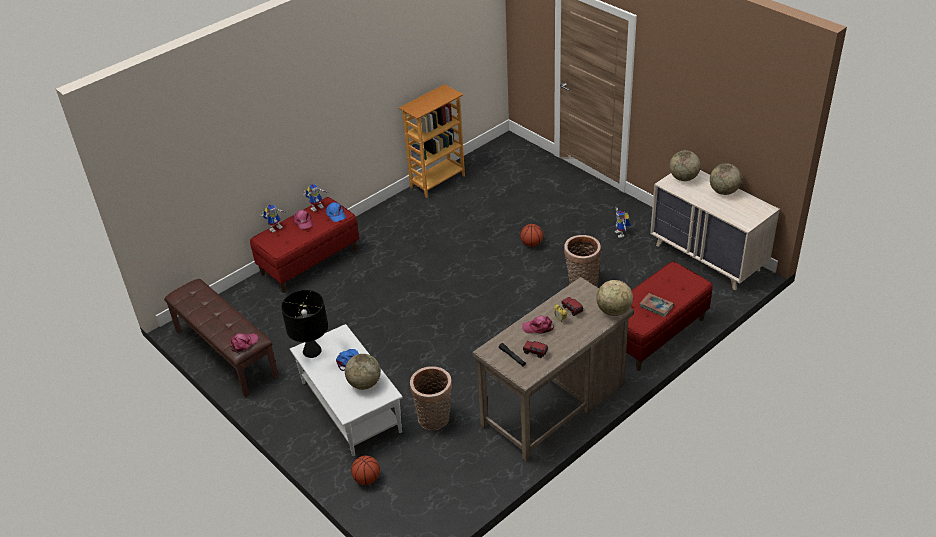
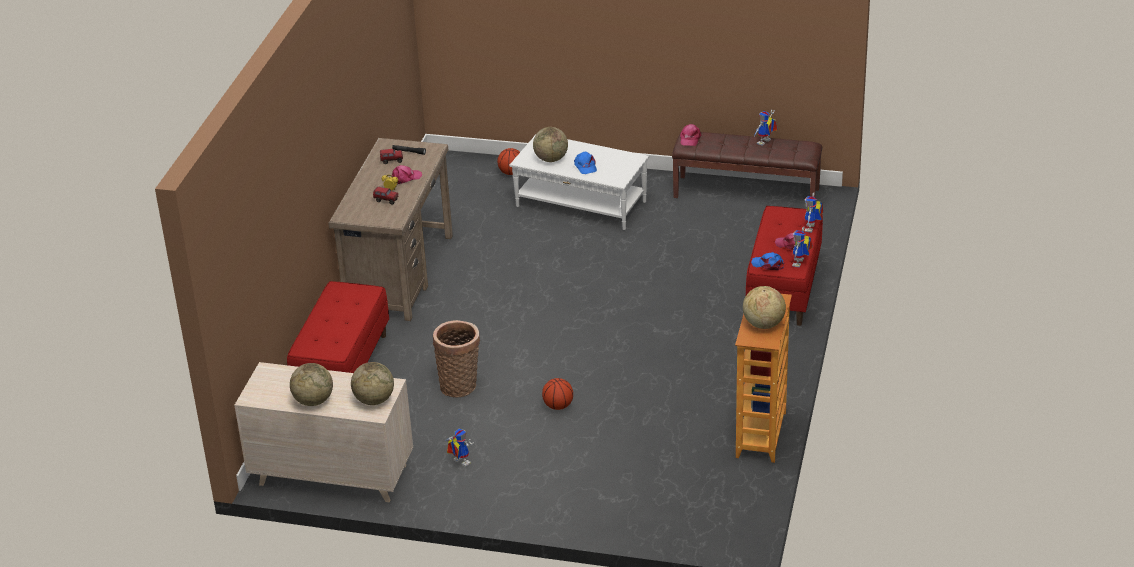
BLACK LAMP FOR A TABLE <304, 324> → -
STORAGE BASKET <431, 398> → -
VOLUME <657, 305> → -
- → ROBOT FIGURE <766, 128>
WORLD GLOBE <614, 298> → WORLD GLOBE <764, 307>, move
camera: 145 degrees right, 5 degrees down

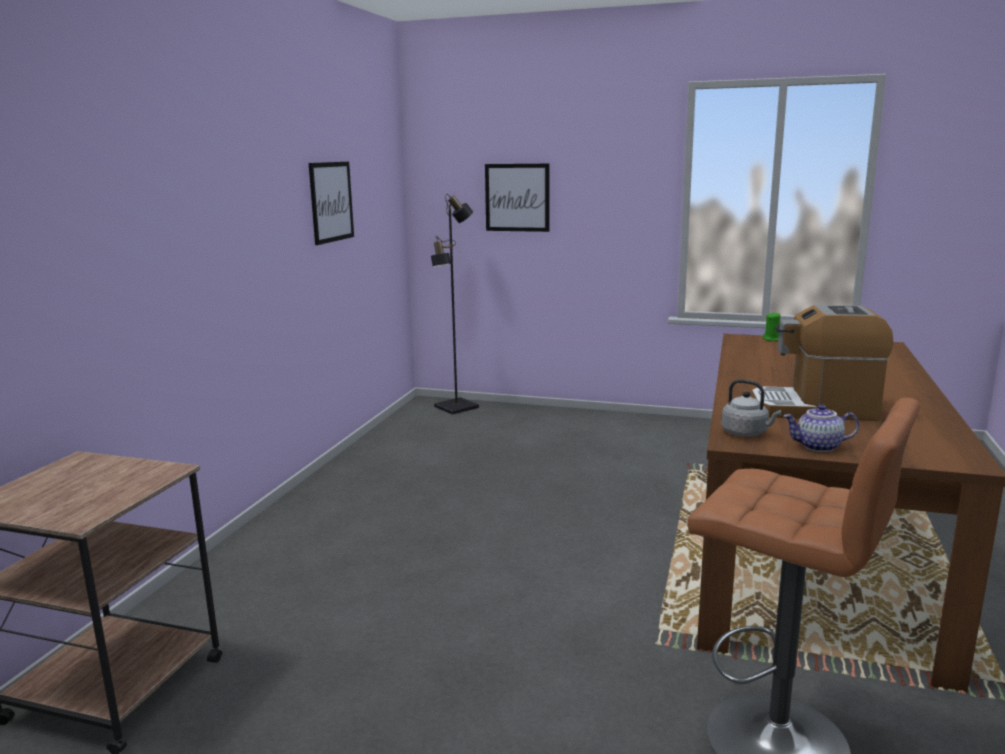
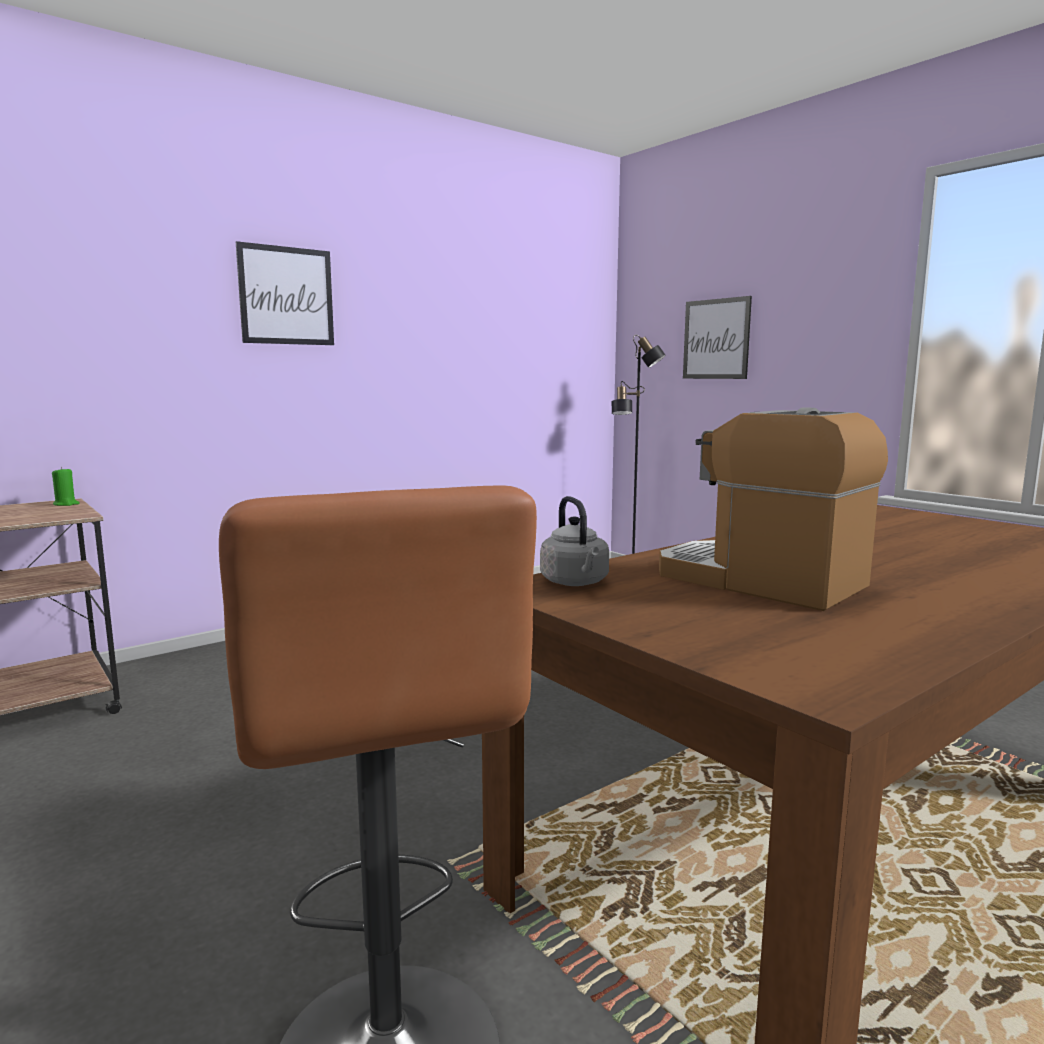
TEA POT <821, 428> → -
WALL ART <331, 203> → WALL ART <285, 293>, move
GREEN-COLOURED CANDLE <771, 327> → GREEN-COLOURED CANDLE <66, 486>, move
camera: 35 degrees right, 5 degrees down

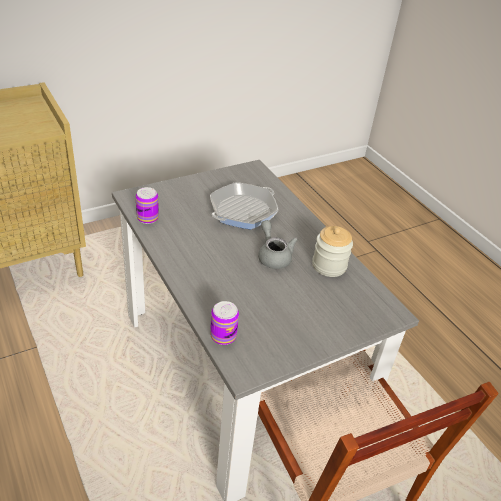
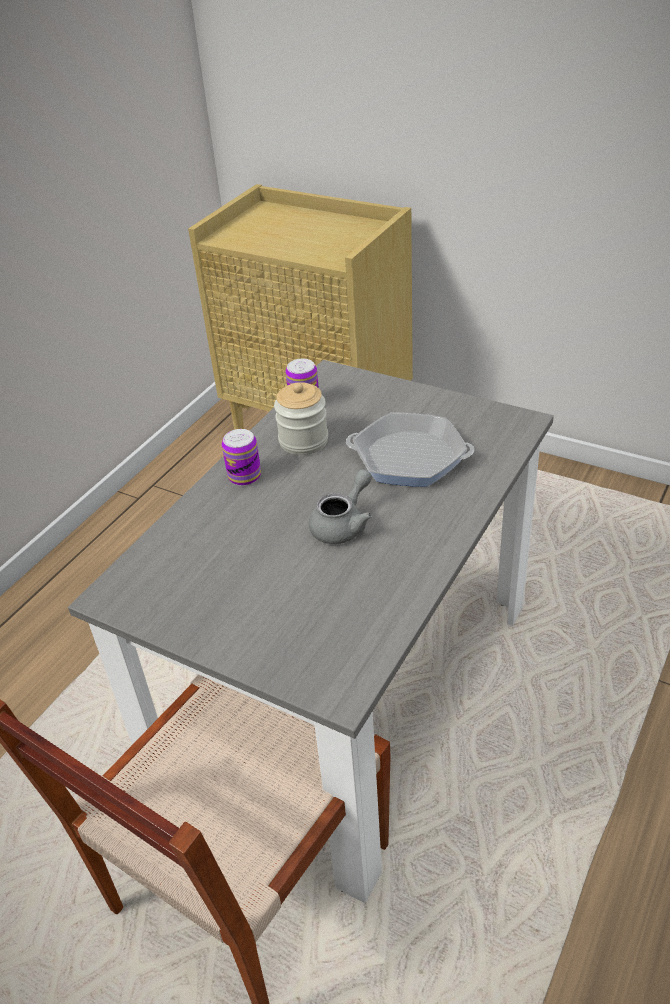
SEALED CAN <224, 323> → SEALED CAN <241, 457>, move
PRESERVE JAR <332, 251> → PRESERVE JAR <301, 418>, move
camera: 65 degrees right, 0 degrees up

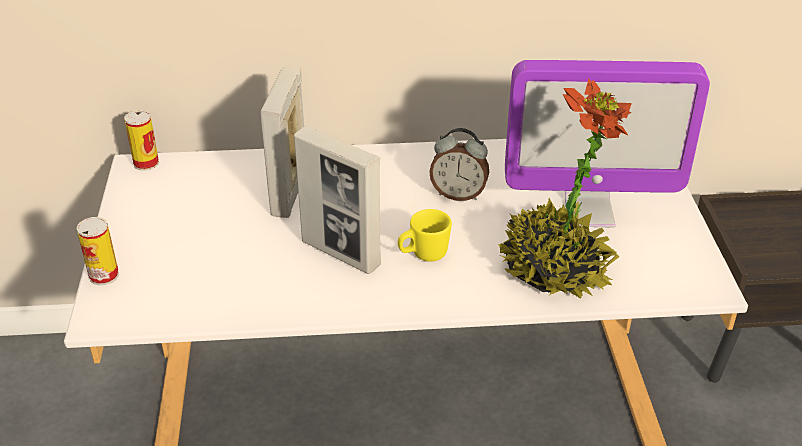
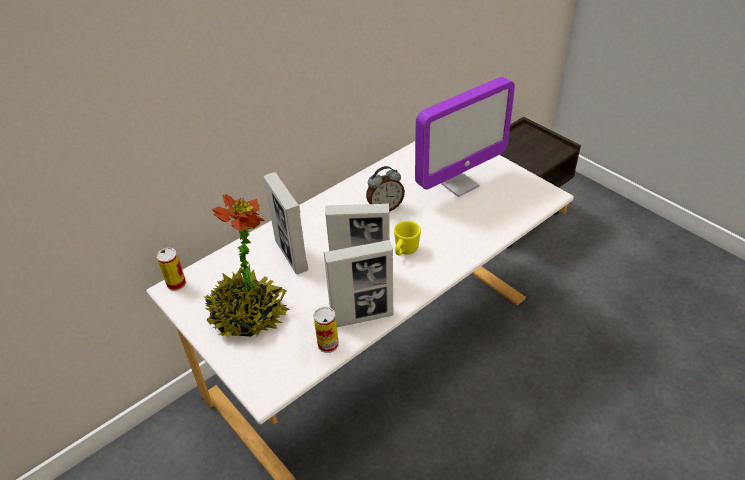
- → PHOTO FRAME <358, 283>
SEALED CAN <98, 251> → SEALED CAN <326, 330>, move
PLANT IN A POT <564, 189> → PLANT IN A POT <247, 265>, move
camera: 35 degrees left, 5 degrees up

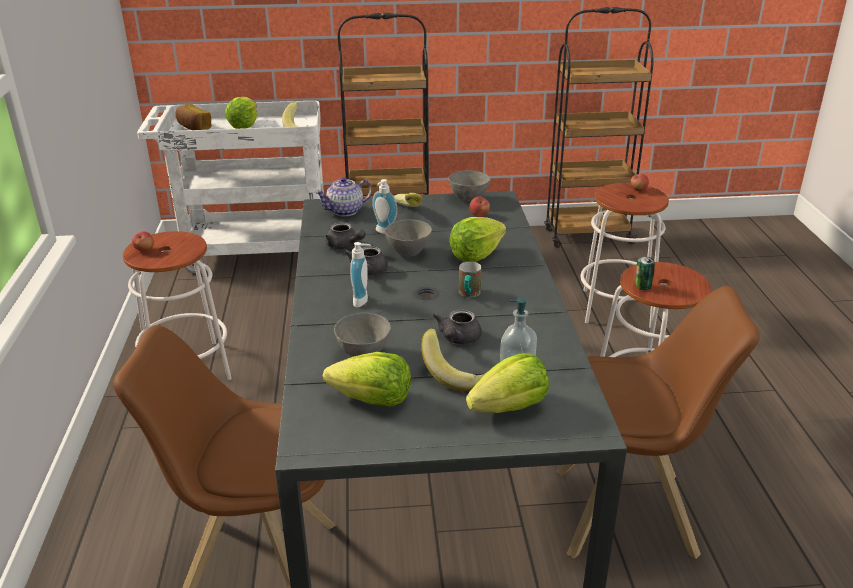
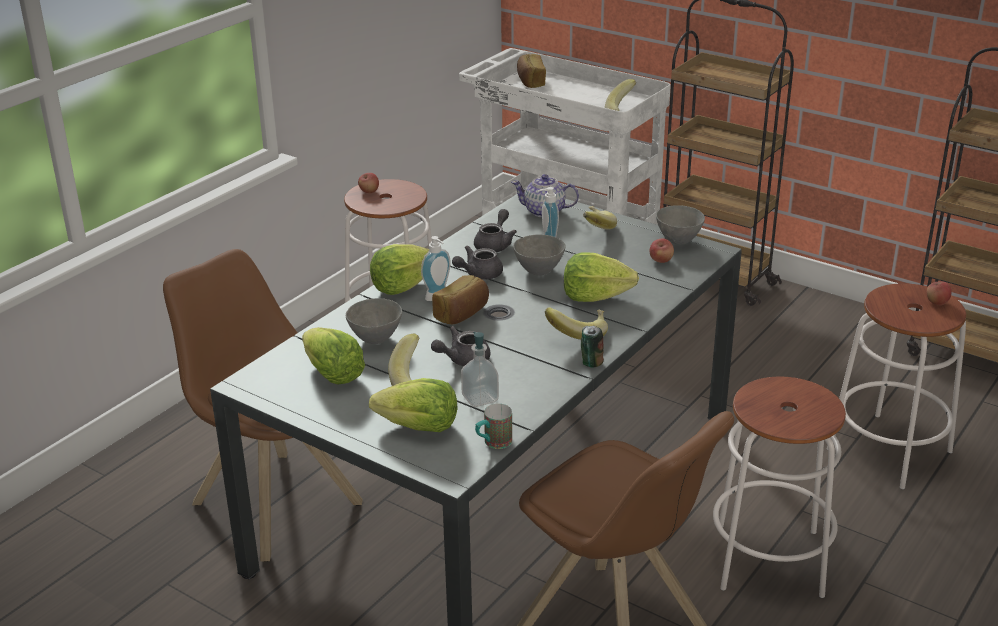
- → BAKERY BREAD <460, 299>
- → BANANA <576, 323>
LETTUCE <241, 113> → LETTUCE <399, 269>, move
MUG <470, 279> → MUG <493, 426>, move
SEALED CAN <645, 273> → SEALED CAN <592, 347>, move
GREYISH TEA POT <345, 236> → GREYISH TEA POT <495, 230>, 150 degrees counterclockwise
camera: 40 degrees right, 0 degrees up

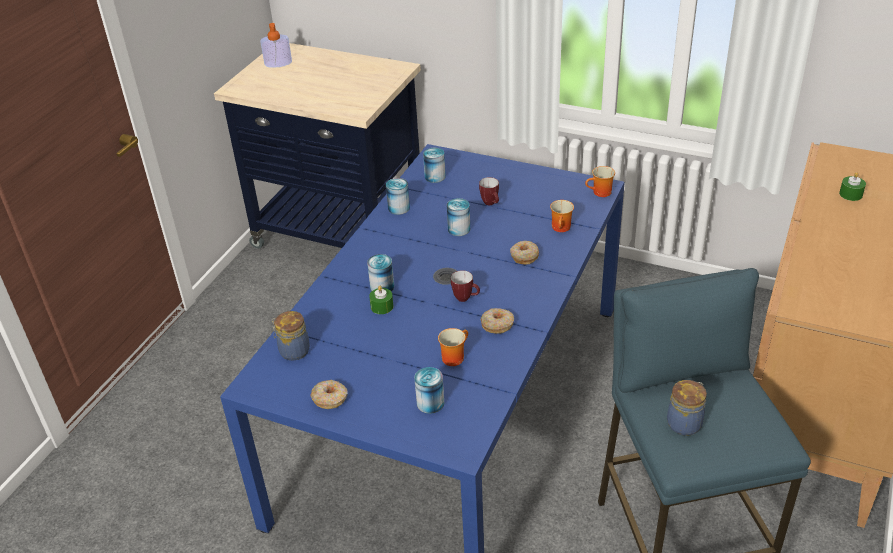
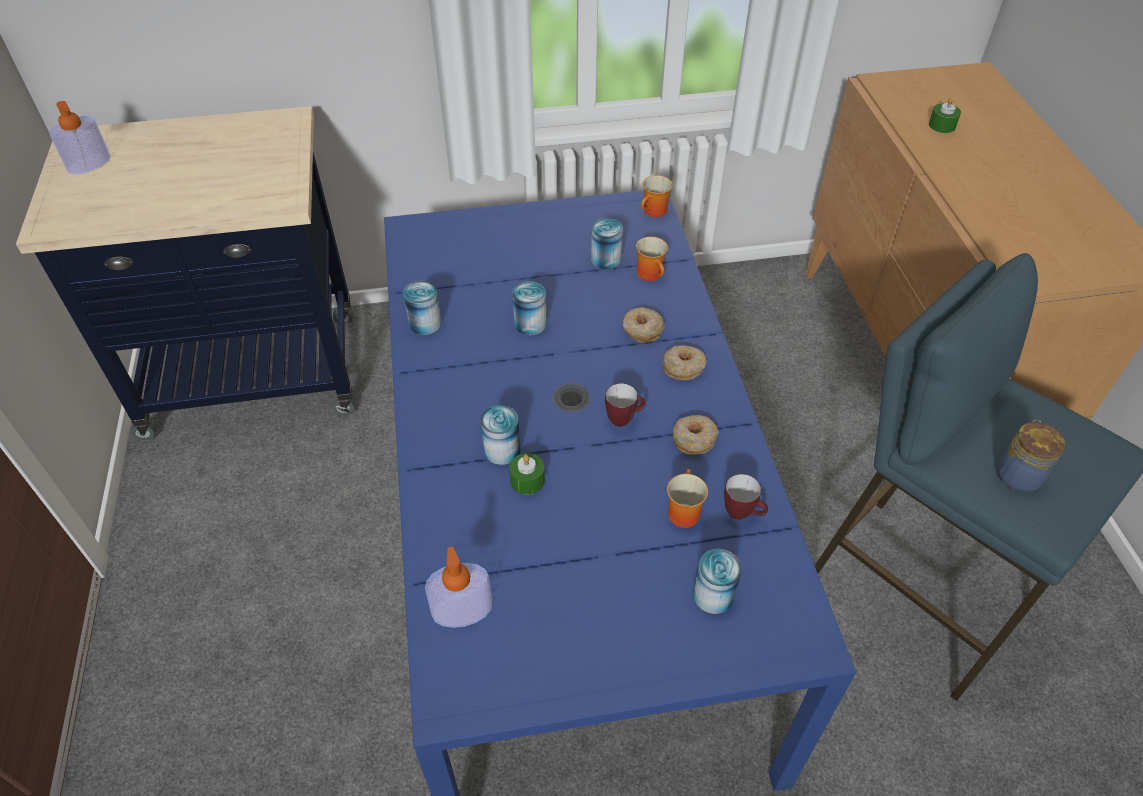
DONUT <329, 394> → DONUT <684, 362>, move
SEALED CAN <434, 165> → SEALED CAN <607, 244>, move
MUG <489, 191> → MUG <746, 497>, move
PRESERVE JAR <291, 335> → SOAP DISPENSER <458, 587>
camera: 35 degrees left, 10 degrees up

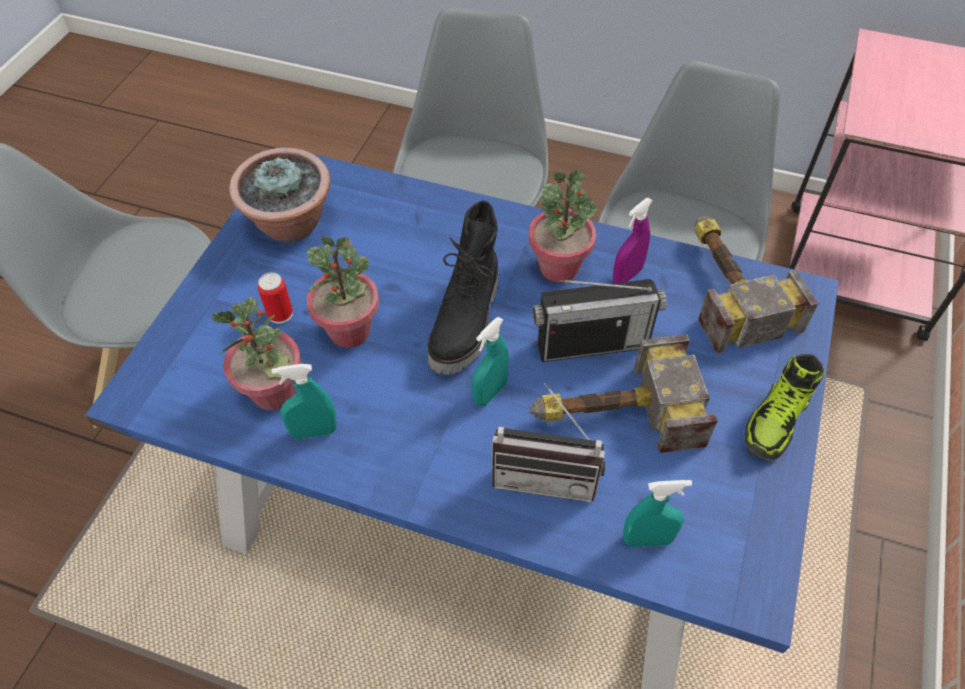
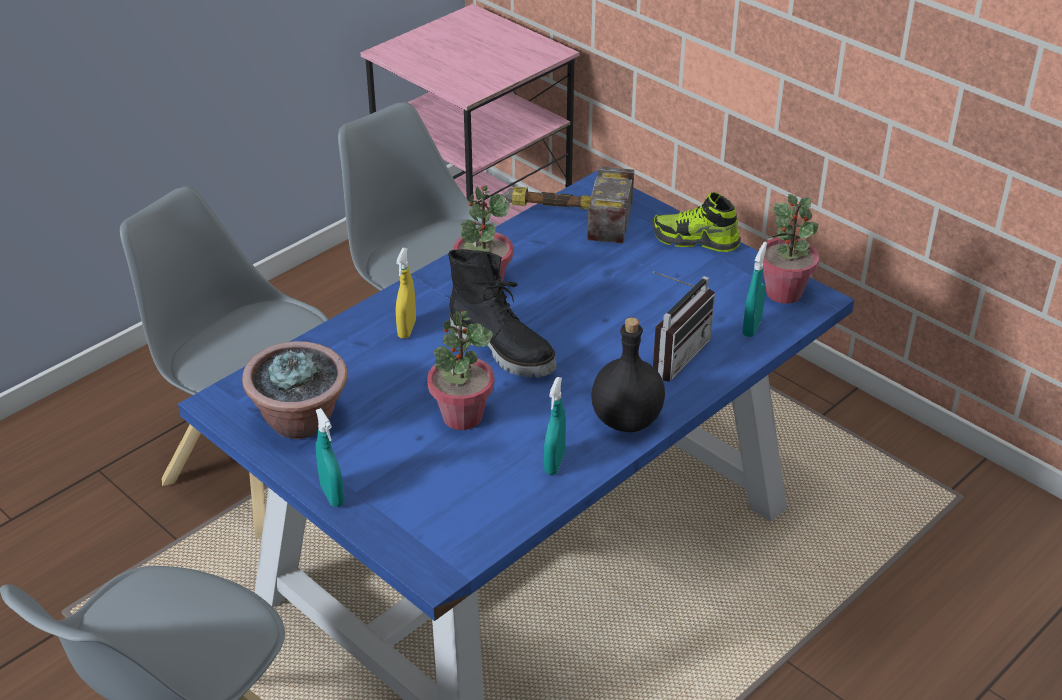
SEALED CAN <275, 298> → -
TOOL HAMMER <623, 393> → -
RADIO SET <599, 320> → -
PURPLE SPRAYER <633, 240> → -
- → YELLOW SPRAYER <406, 293>
- → BLACK BOTTLE <628, 374>
PLANT IN A POT <256, 353> → PLANT IN A POT <791, 249>, move
TURQUOISE-COLOURED SPRAYER <490, 362> → TURQUOISE-COLOURED SPRAYER <330, 457>, move
LOW SHOE <785, 407> → LOW SHOE <696, 222>, 135 degrees clockwise
camera: 65 degrees left, 15 degrees down

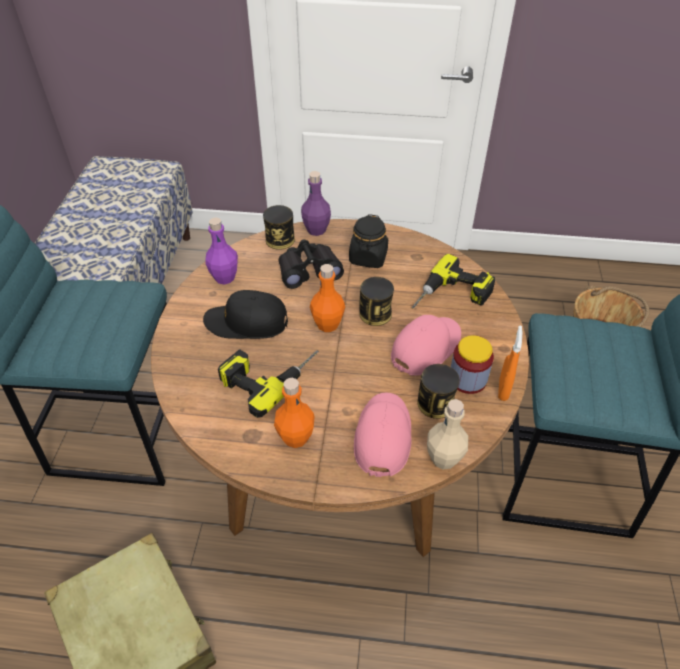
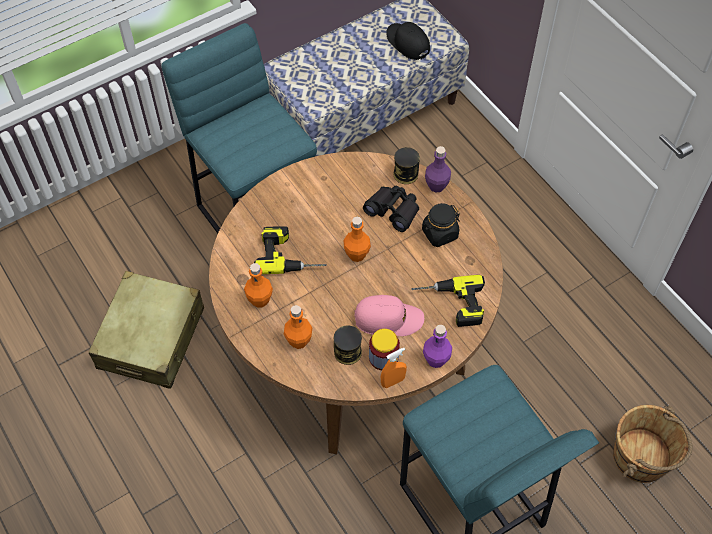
SEALED CAN <376, 301> → -
SAND-COLOURED BOTTLE <447, 434> → -
BLACK CAP <245, 314> → BLACK CAP <408, 41>, move
PURPLE BOTTLE <221, 251> → PURPLE BOTTLE <437, 346>, move
PINK-COLOURED CAP <382, 435> → ORANGEY BOTTLE <298, 327>
camera: 50 degrees right, 10 degrees up

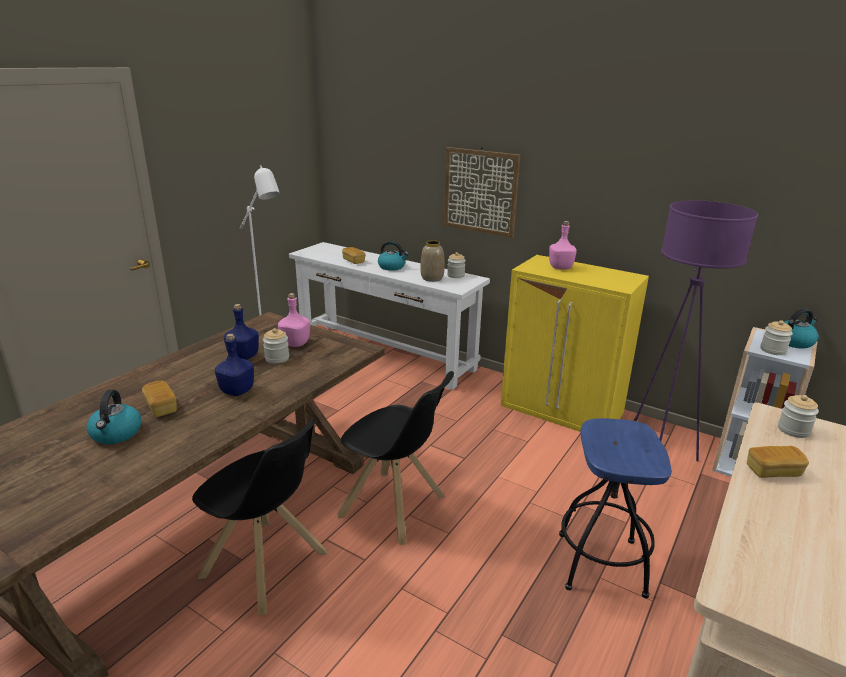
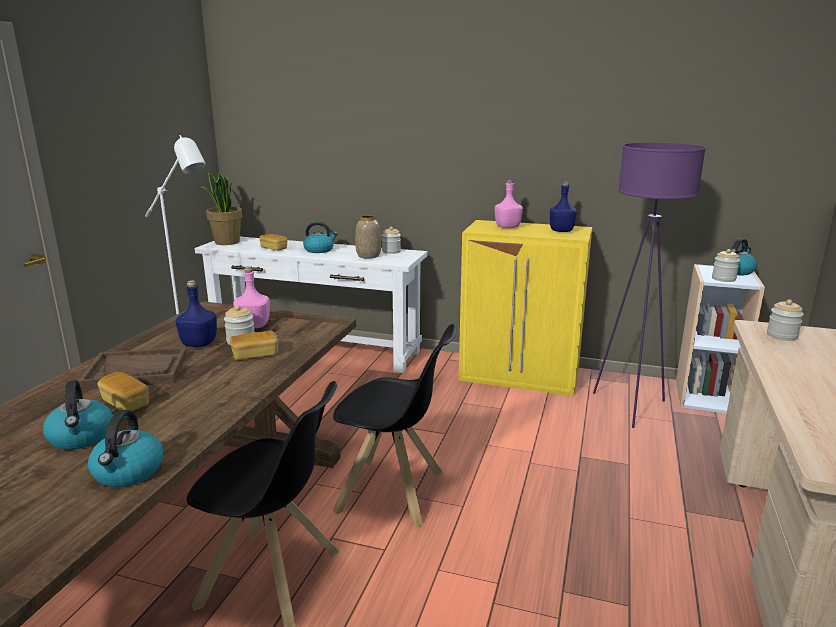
WALL ART <482, 192> → -
BLUE-COLOURED STOOL SEAT <615, 508> → -
- → BROWN TRAY <132, 368>
- → WATER KETTLE <125, 448>
- → PLANT IN A POT <220, 208>
BLUE-COLOURED BOTTLE <234, 365> → BLUE-COLOURED BOTTLE <563, 206>, move
BAKERY BREAD <778, 462> → BAKERY BREAD <254, 345>, move
camera: 15 degrees left, 5 degrees down

